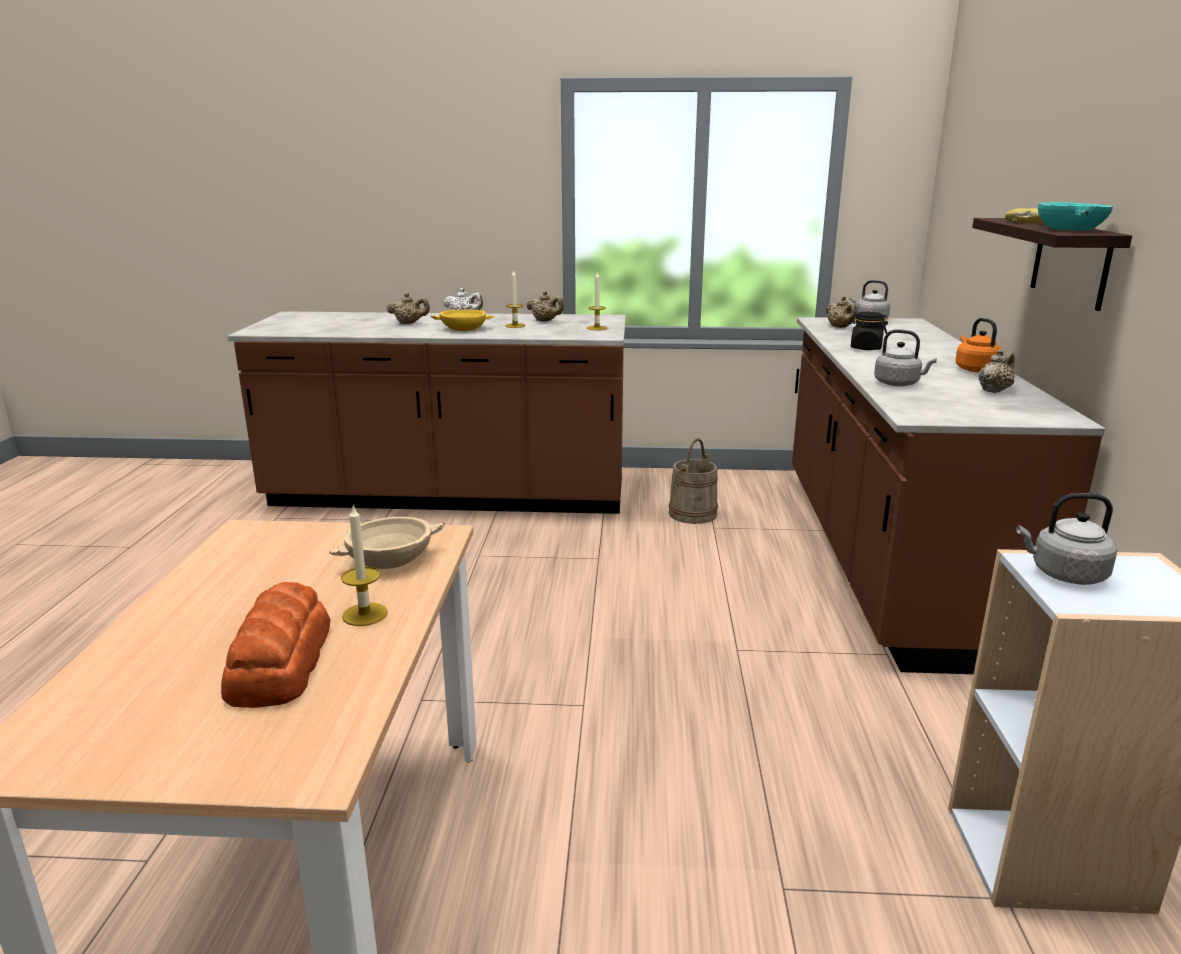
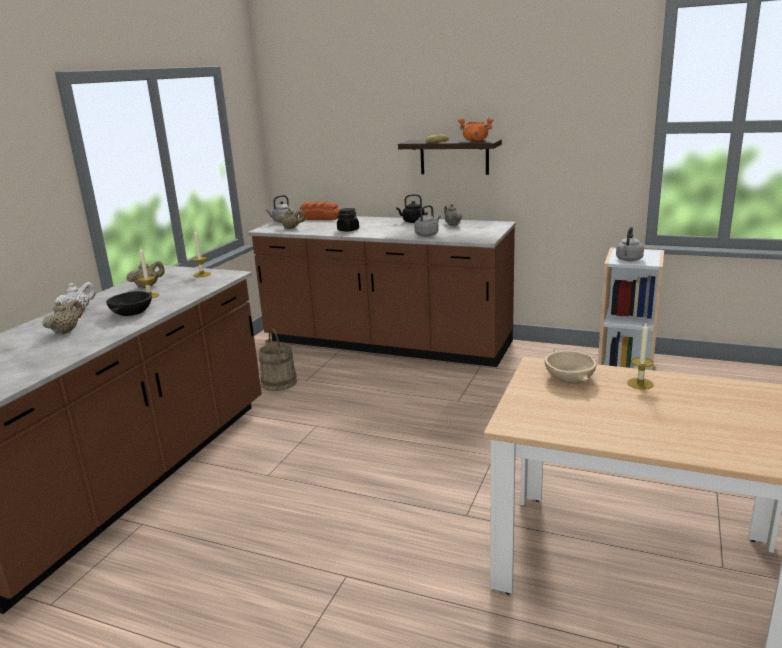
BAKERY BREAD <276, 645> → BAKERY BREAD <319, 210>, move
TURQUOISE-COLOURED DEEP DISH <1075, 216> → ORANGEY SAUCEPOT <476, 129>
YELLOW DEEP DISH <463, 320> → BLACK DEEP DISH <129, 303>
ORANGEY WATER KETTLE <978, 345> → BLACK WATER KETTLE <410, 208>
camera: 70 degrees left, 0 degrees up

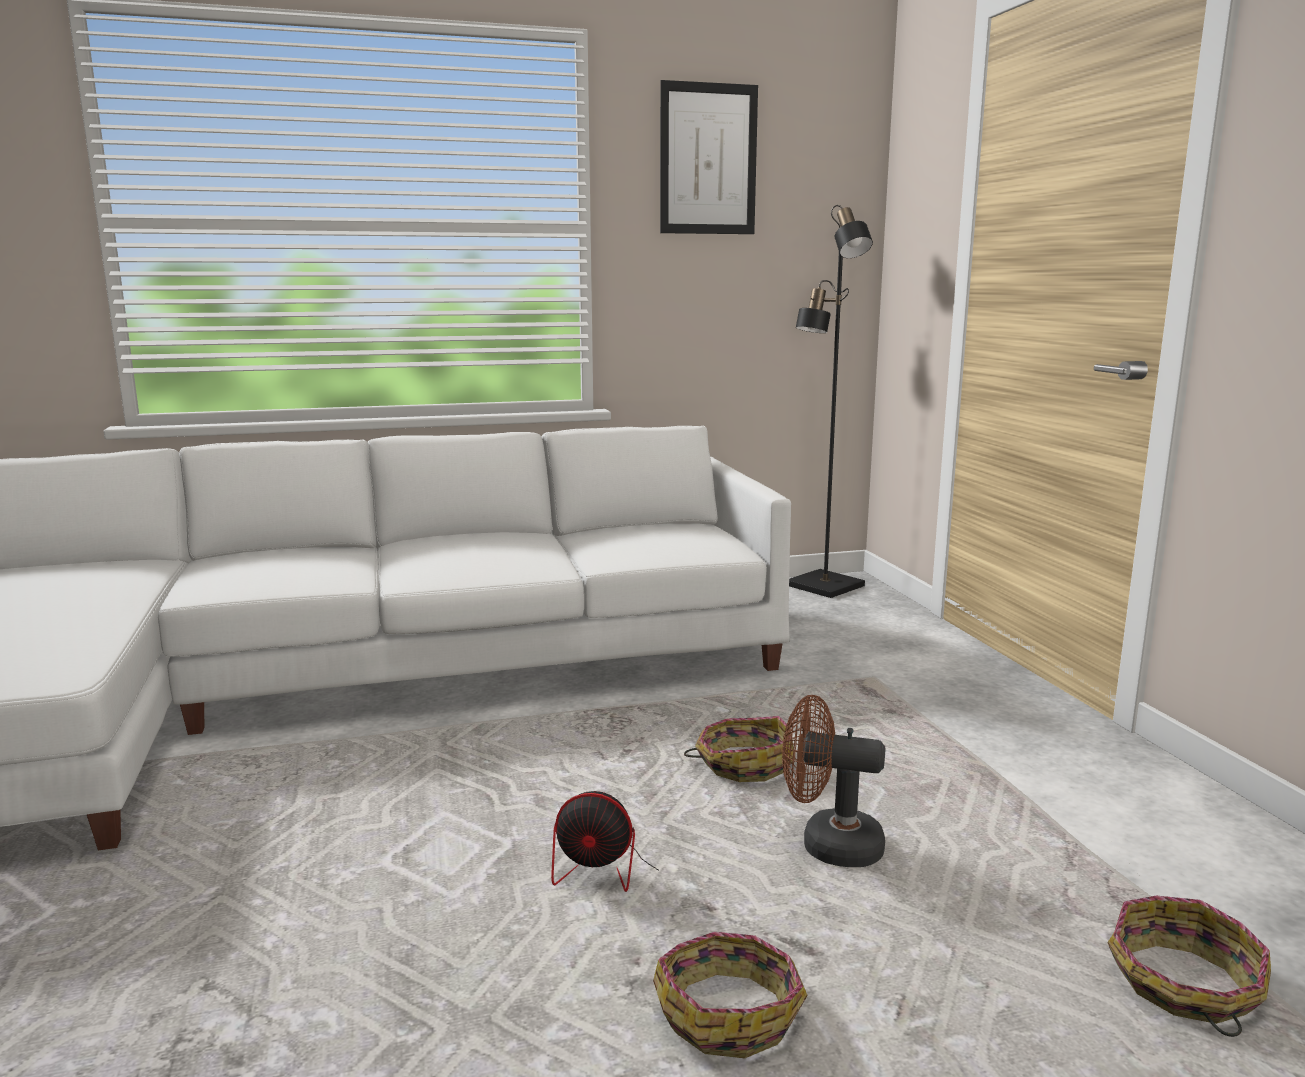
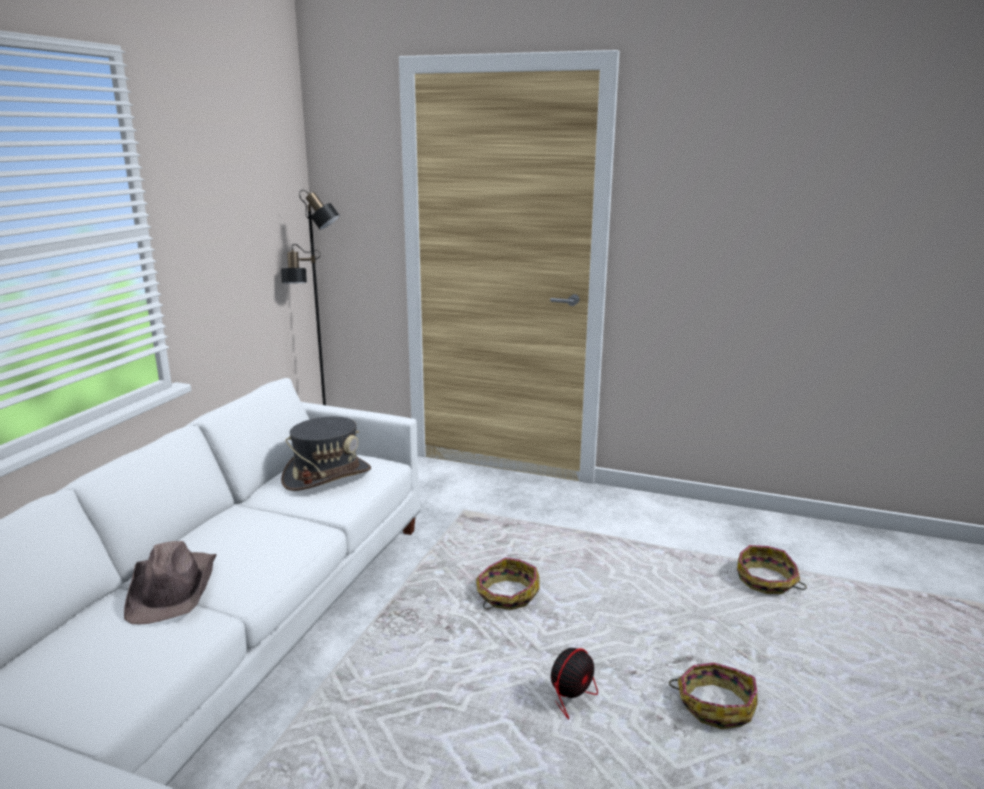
WALL ART <709, 157> → -
BROWN COOLING FAN <833, 781> → -
- → BROWN CLOTHING HAT <170, 582>
- → GREYISH CLOTHING HAT <326, 454>
camera: 55 degrees left, 5 degrees up

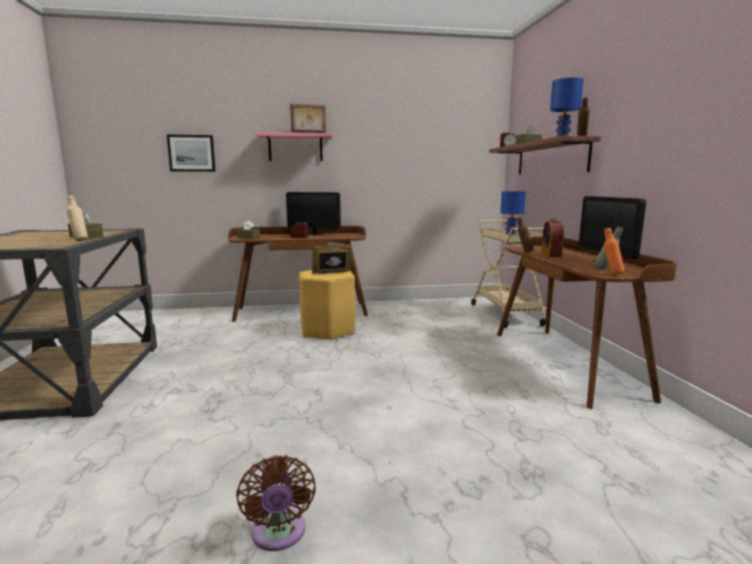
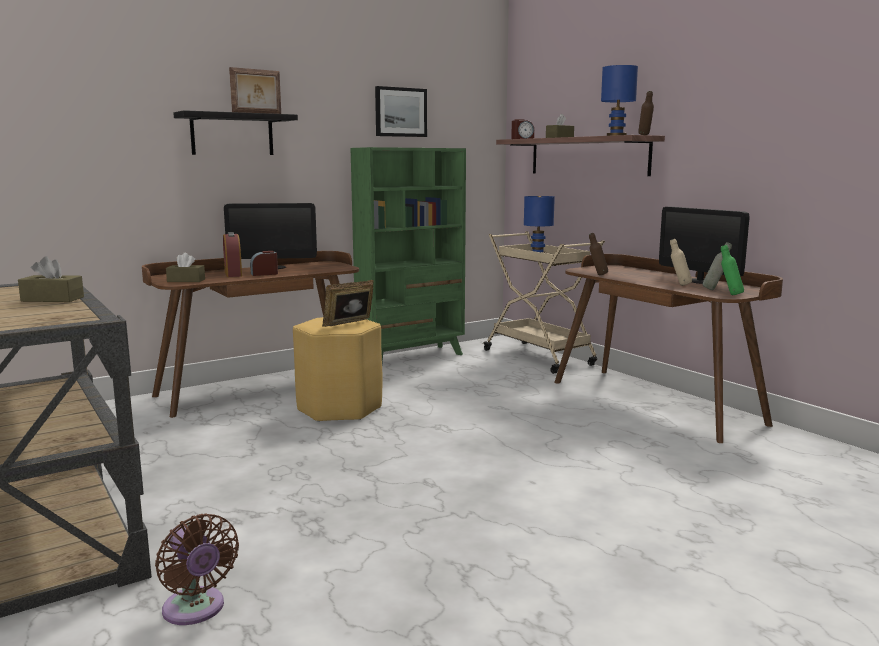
- → GREEN-COLOURED SHELVING UNIT <408, 254>
SAND-COLOURED BOTTLE <77, 218> → SAND-COLOURED BOTTLE <681, 262>, move
WALL ART <191, 153> → WALL ART <401, 111>, move
BROWN COOLING FAN <276, 503> → BROWN COOLING FAN <197, 569>, move
TABLE CLOCK <552, 237> → TABLE CLOCK <232, 254>, move
PINK-COLOURED WALL SHELF <294, 146> → BLACK WALL SHELF <235, 132>
ORANGEY BOTTLE <614, 251> → GREEN-COLOURED BOTTLE <732, 270>
camera: 25 degrees left, 0 degrees up

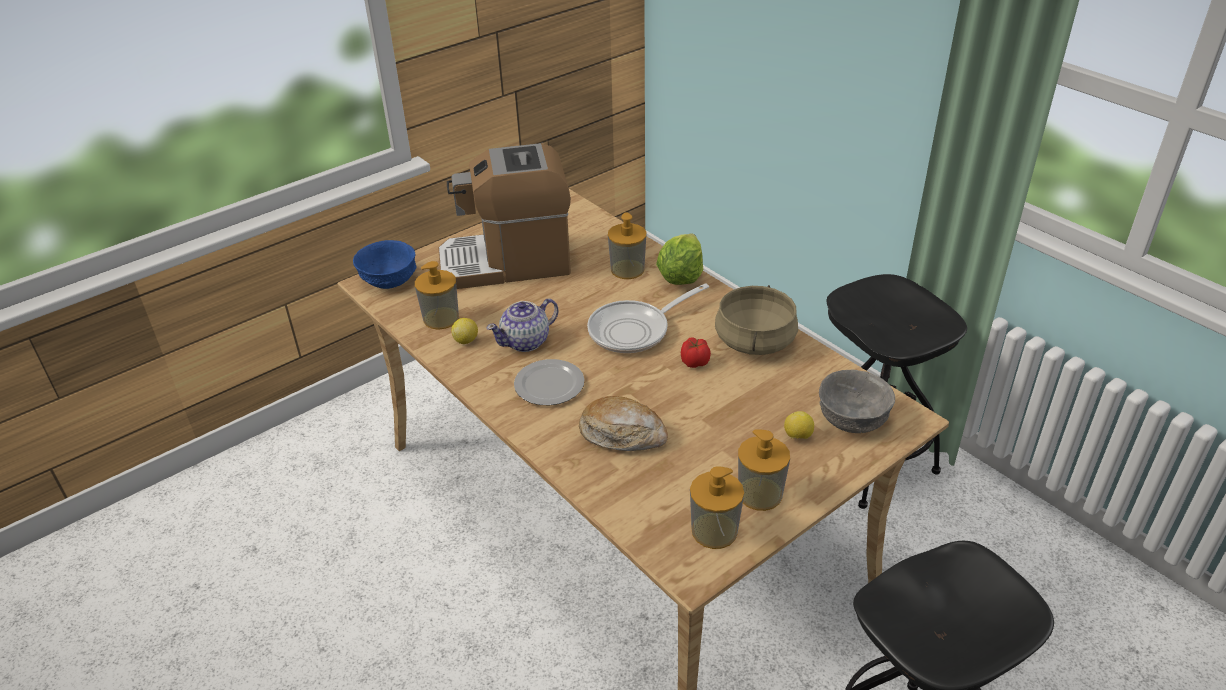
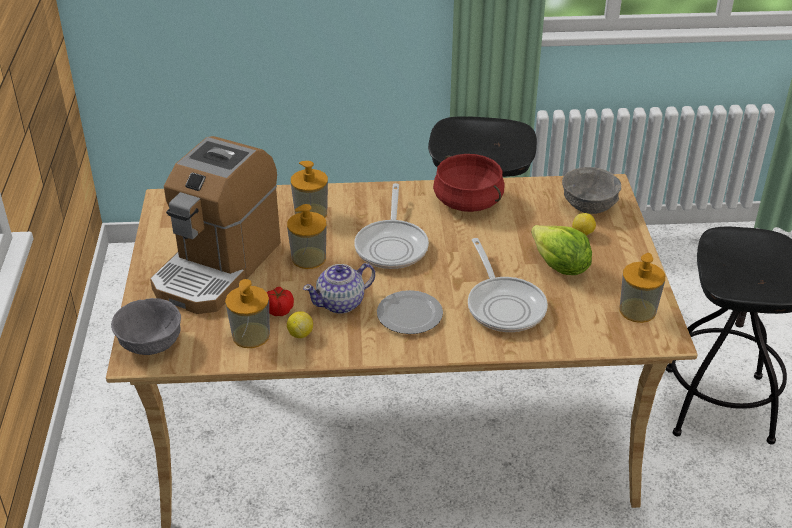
LETTUCE <679, 259> → LETTUCE <561, 250>, move
WHOLE TOMATO <696, 352> → WHOLE TOMATO <280, 301>, move
SOAP DISPENSER <764, 470> → SOAP DISPENSER <307, 236>, move
BAKERY BREAD <623, 423> → PAN <508, 285>
BLUE-COLOURED DEEP DISH <385, 264> → GREYISH DEEP DISH <146, 326>
SAND-COLOURED SAUCEPOT <756, 320> → RED SAUCEPOT <469, 183>
TEA POT <522, 325> → TEA POT <339, 288>, 60 degrees clockwise
camera: 55 degrees left, 0 degrees up

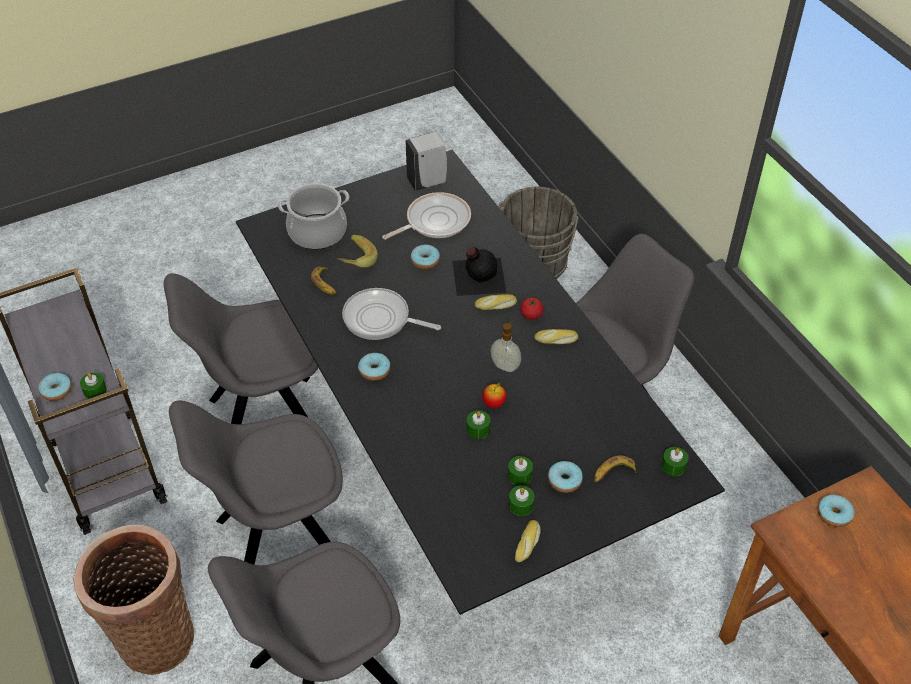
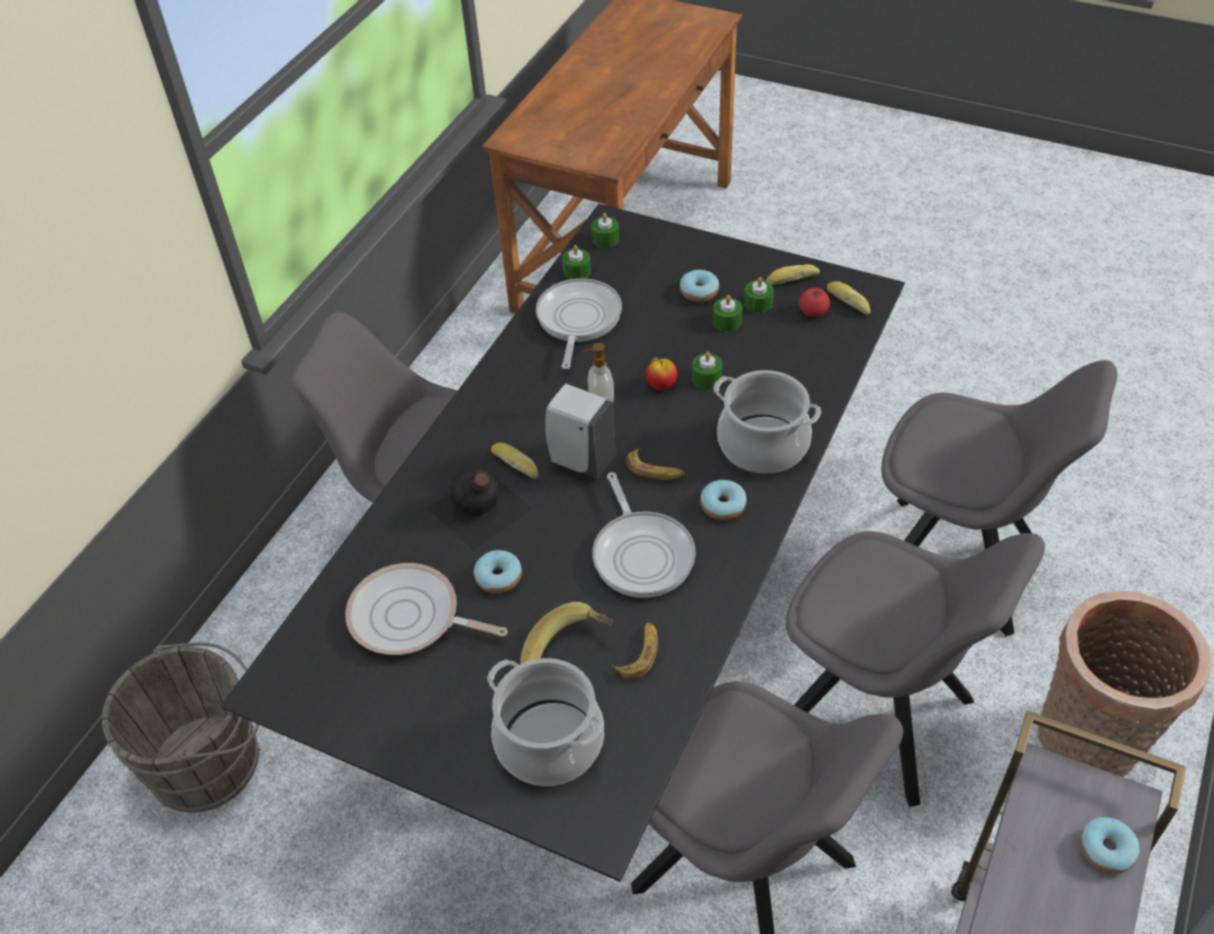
DONUT <836, 511> → -
- → PAN <579, 323>
- → SAUCEPOT <767, 422>
GREEN-COLOURED CANDLE <93, 386> → GREEN-COLOURED CANDLE <576, 262>, move
WHITE SOAP DISPENSER <426, 161> → WHITE SOAP DISPENSER <580, 431>, move
WHOLE TOMATO <532, 308> → WHOLE TOMATO <814, 302>, move
BAKERY BREAD <556, 336> → BAKERY BREAD <849, 298>, move
BANANA <615, 469> → BANANA <656, 464>, move
camera: 125 degrees left, 0 degrees up

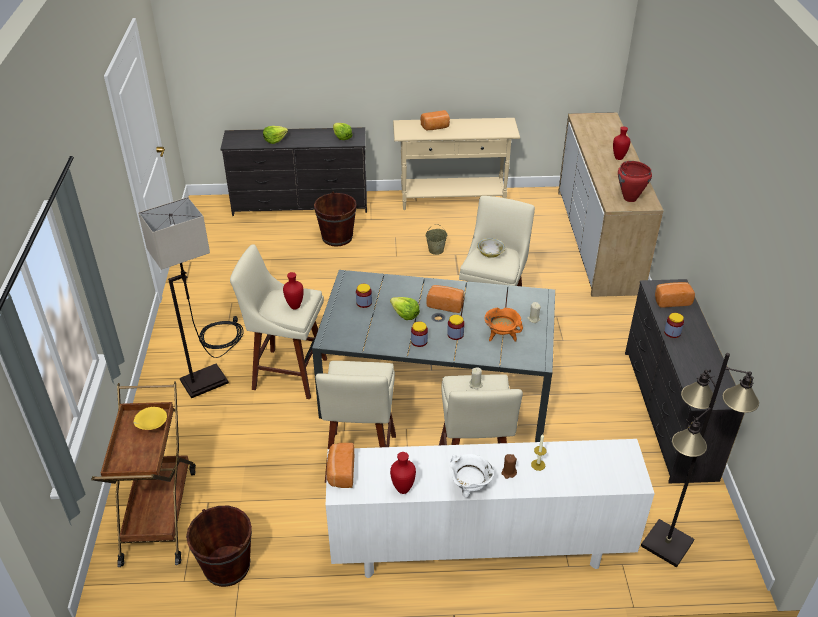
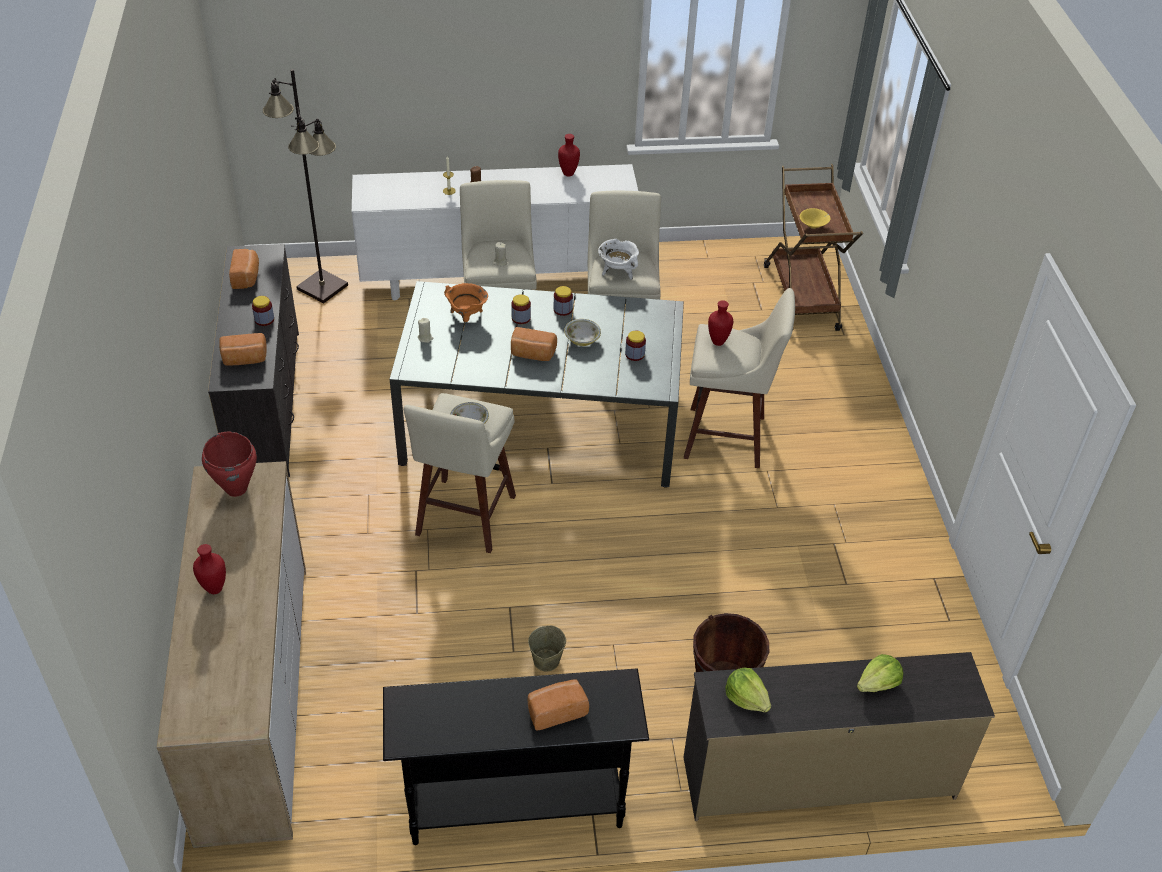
FLOOR LAMP <191, 297> → -
BROWN WATER BUCKET <219, 546> → -
BAKERY BREAD <340, 465> → BAKERY BREAD <244, 269>, move
WHITE SAUCEPOT <472, 475> → WHITE SAUCEPOT <618, 259>, move
LETTUCE <405, 308> → DEEP DISH <582, 332>
SAND-COLOURED HALL TABLE <456, 164> → BLACK HALL TABLE <516, 756>
camera: 175 degrees right, 5 degrees up

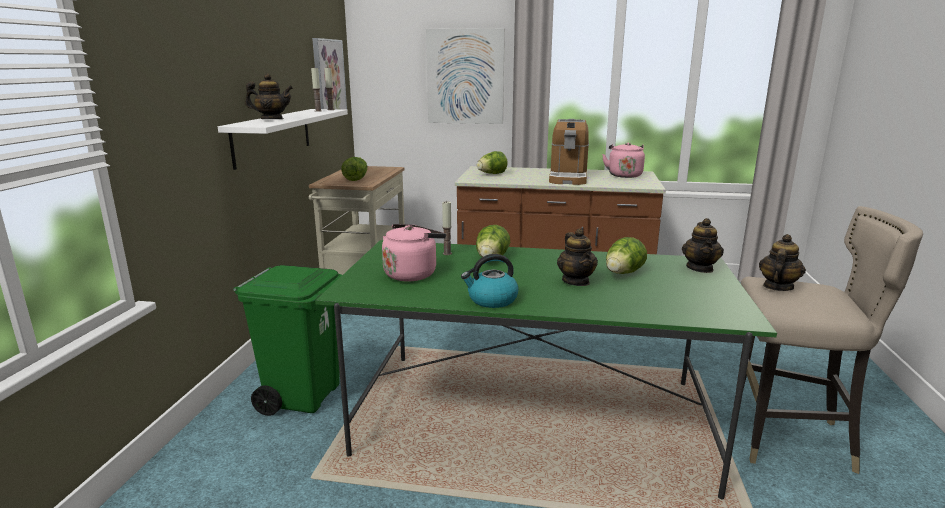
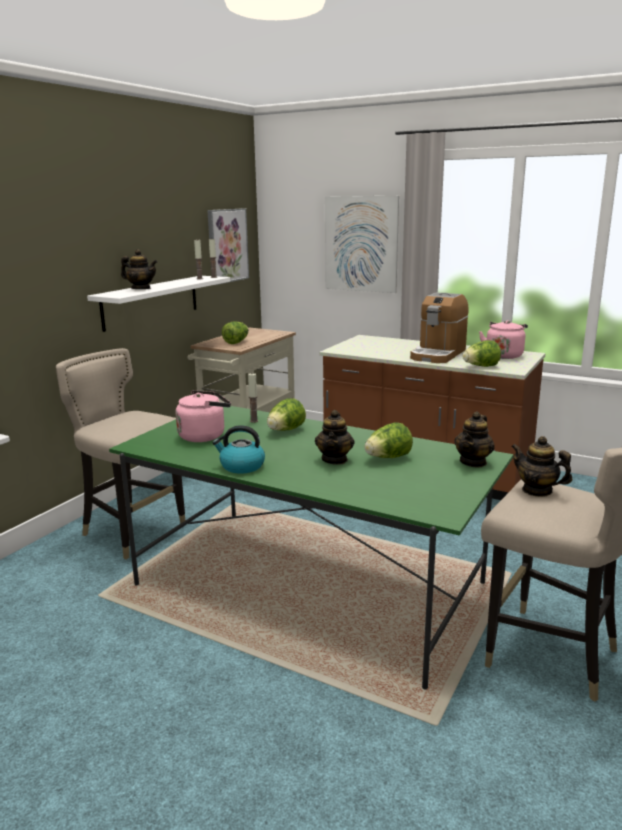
LETTUCE <492, 162> → LETTUCE <481, 353>, move
GREEN-COLOURED TRASH CAN <287, 340> → SAND-COLOURED STOOL SEAT <120, 454>
TEA POT <782, 262> → TEA POT <541, 466>, 105 degrees counterclockwise
camera: 20 degrees right, 0 degrees up

